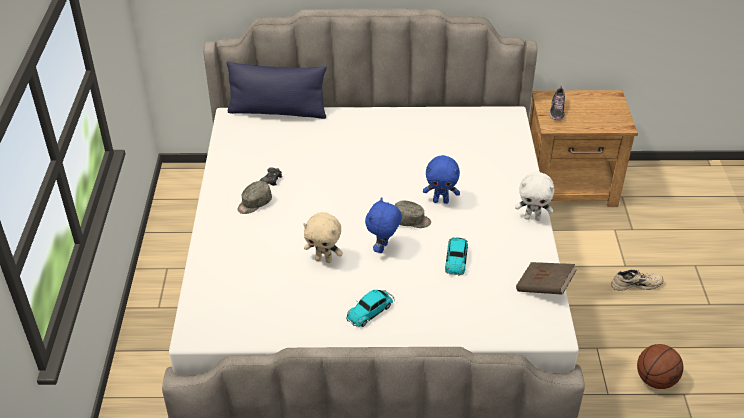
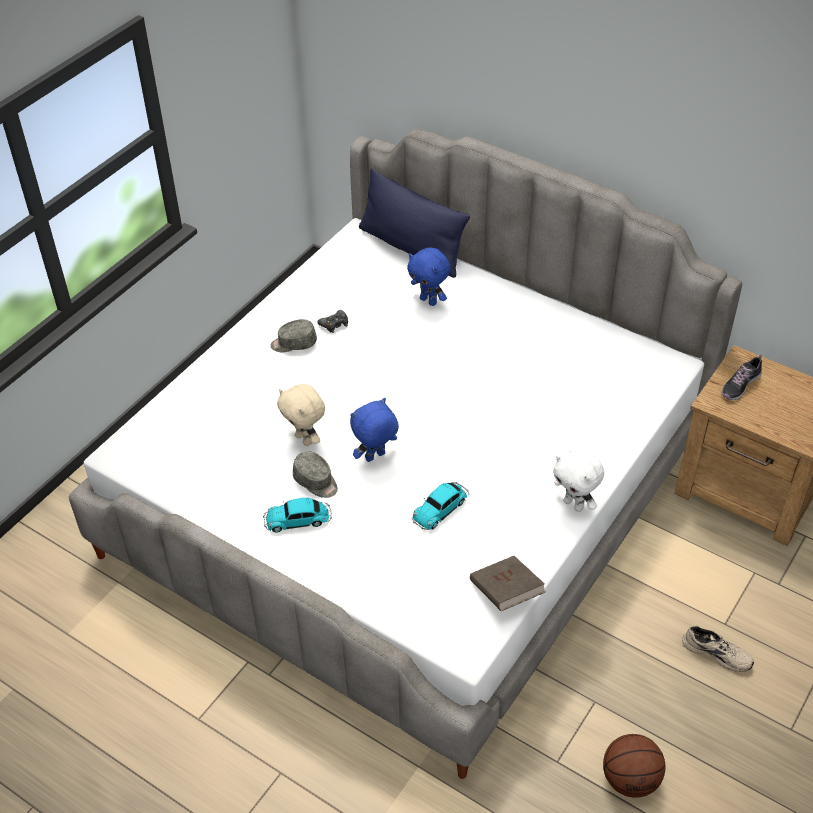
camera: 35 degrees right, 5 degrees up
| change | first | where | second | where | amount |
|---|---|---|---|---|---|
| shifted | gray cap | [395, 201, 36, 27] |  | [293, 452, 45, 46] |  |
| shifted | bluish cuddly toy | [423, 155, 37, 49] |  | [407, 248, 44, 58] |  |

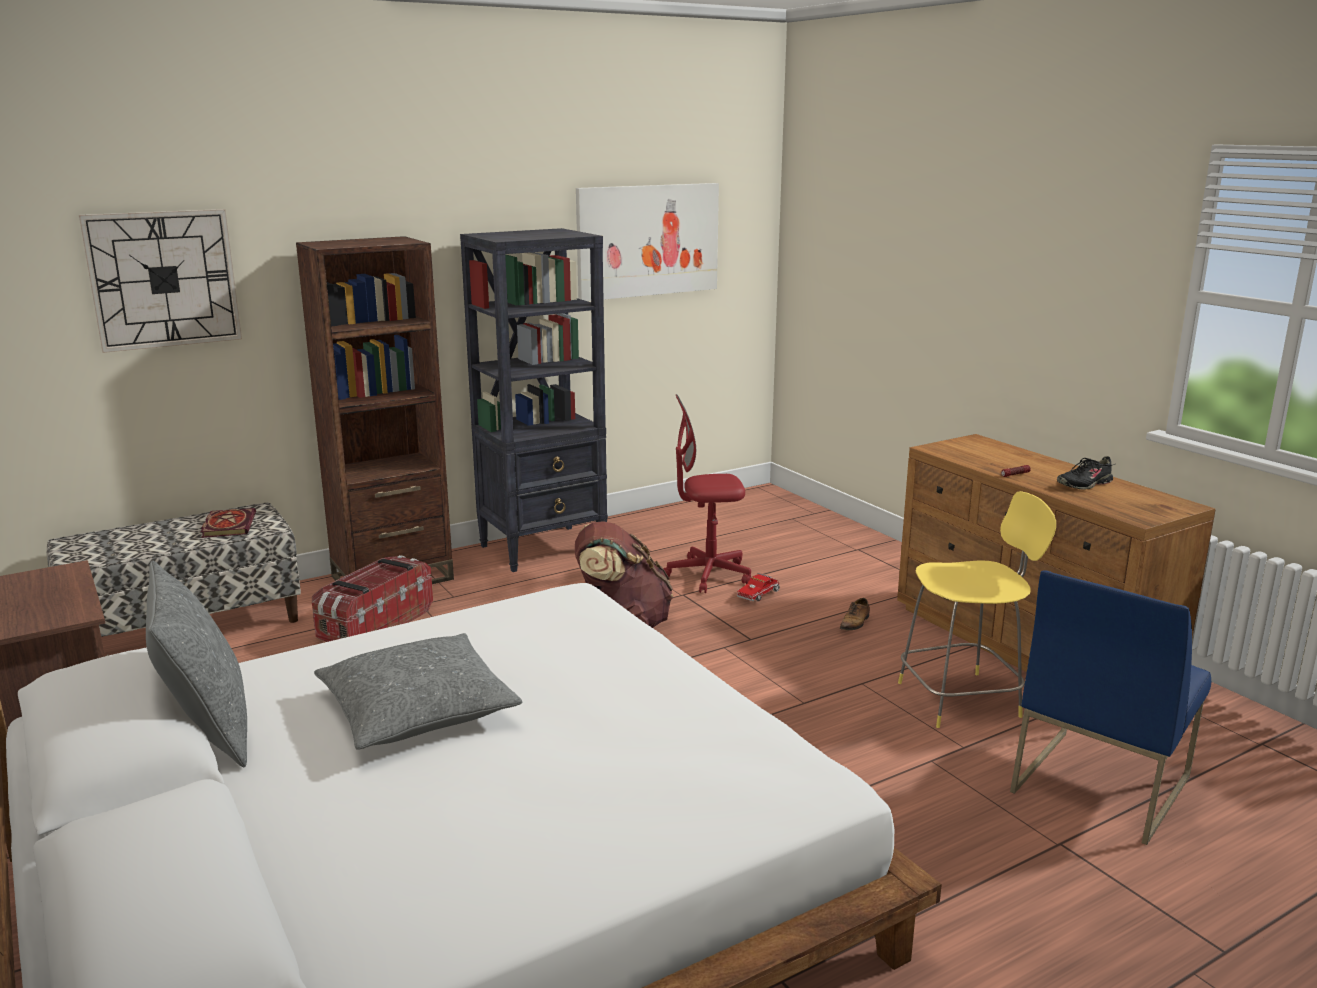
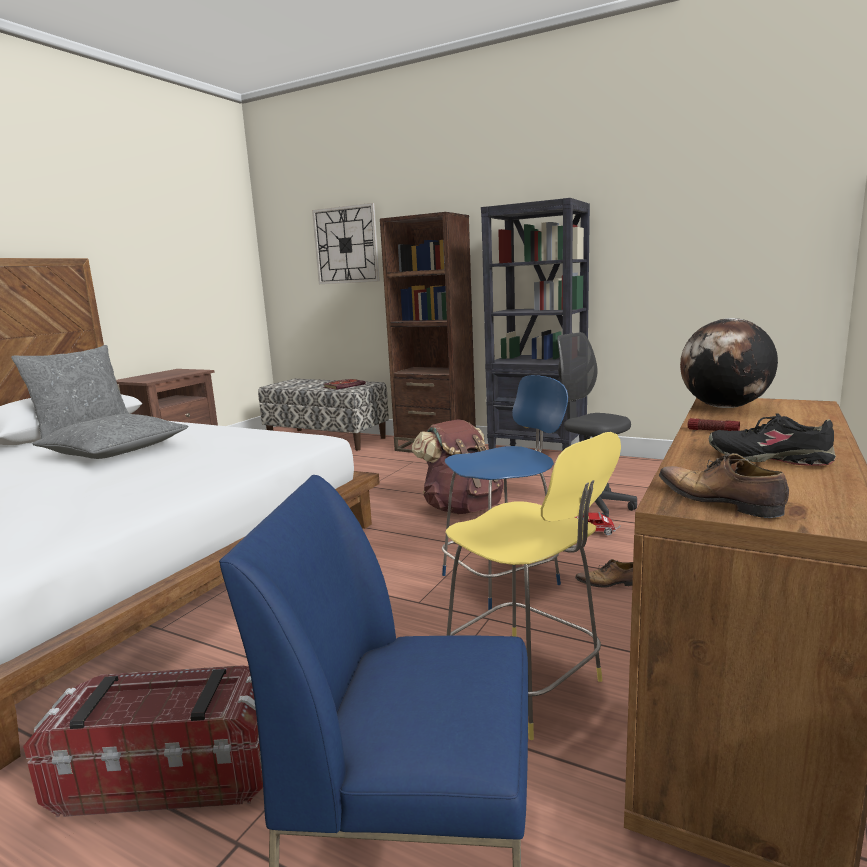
camera: 60 degrees right, 5 degrees down
| change | first | where | second | where | amount |
|---|---|---|---|---|---|
| shifted | storage box | [312, 555, 121, 87] |  | [23, 665, 240, 152] |  |
| gone | wall picture | [576, 183, 143, 118] |  |  |  |
| repainted | reddish office chair | [664, 394, 87, 199] | gray office chair | [557, 332, 80, 185] |  |
| new |  |  | bluish stool | [442, 375, 126, 235] |  |
| new |  |  | low shoe | [659, 453, 130, 65] |  |
| new |  |  | world globe | [680, 318, 98, 90] |  |

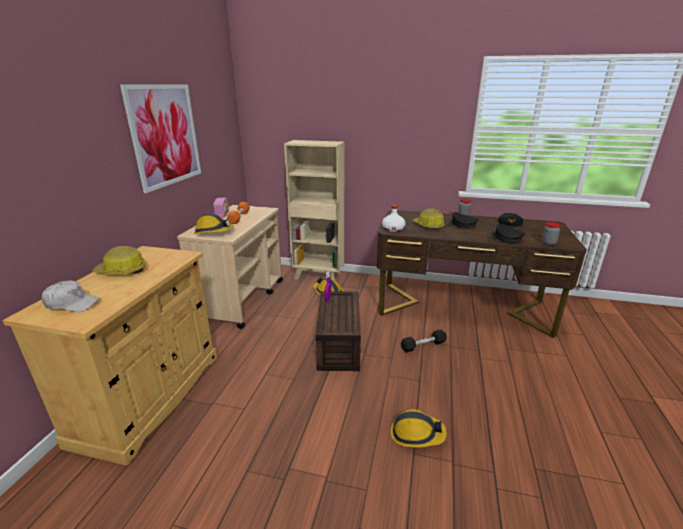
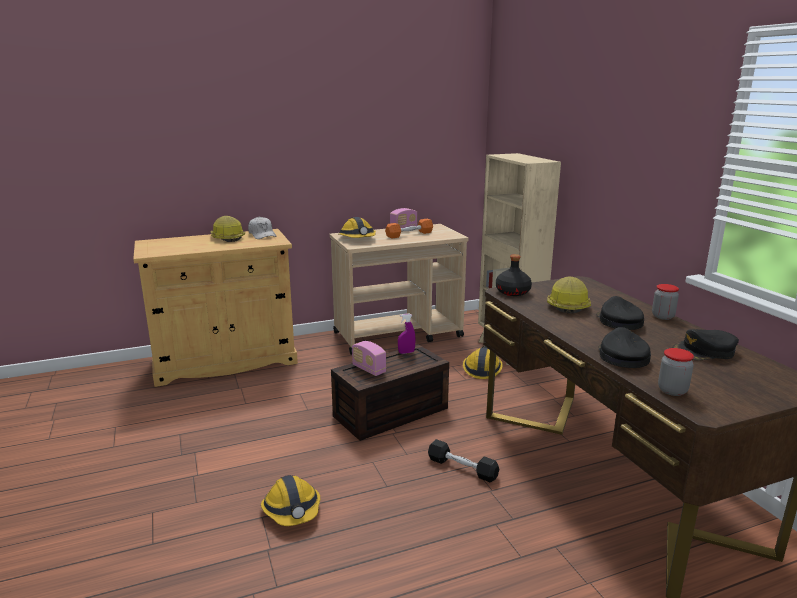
camera: 55 degrees right, 5 degrees down
| change | first | where | second | where | amount |
|---|---|---|---|---|---|
| shifted | whitish cap | [42, 281, 59, 31] |  | [248, 216, 29, 23] |  |
| gone | wall picture | [120, 84, 81, 109] |  |  |  |
| repainted | whitish beverage bottle | [382, 204, 24, 28] | black-coloured beverage bottle | [496, 254, 36, 42] |  |
| new |  |  | radio | [352, 341, 34, 35] |  |

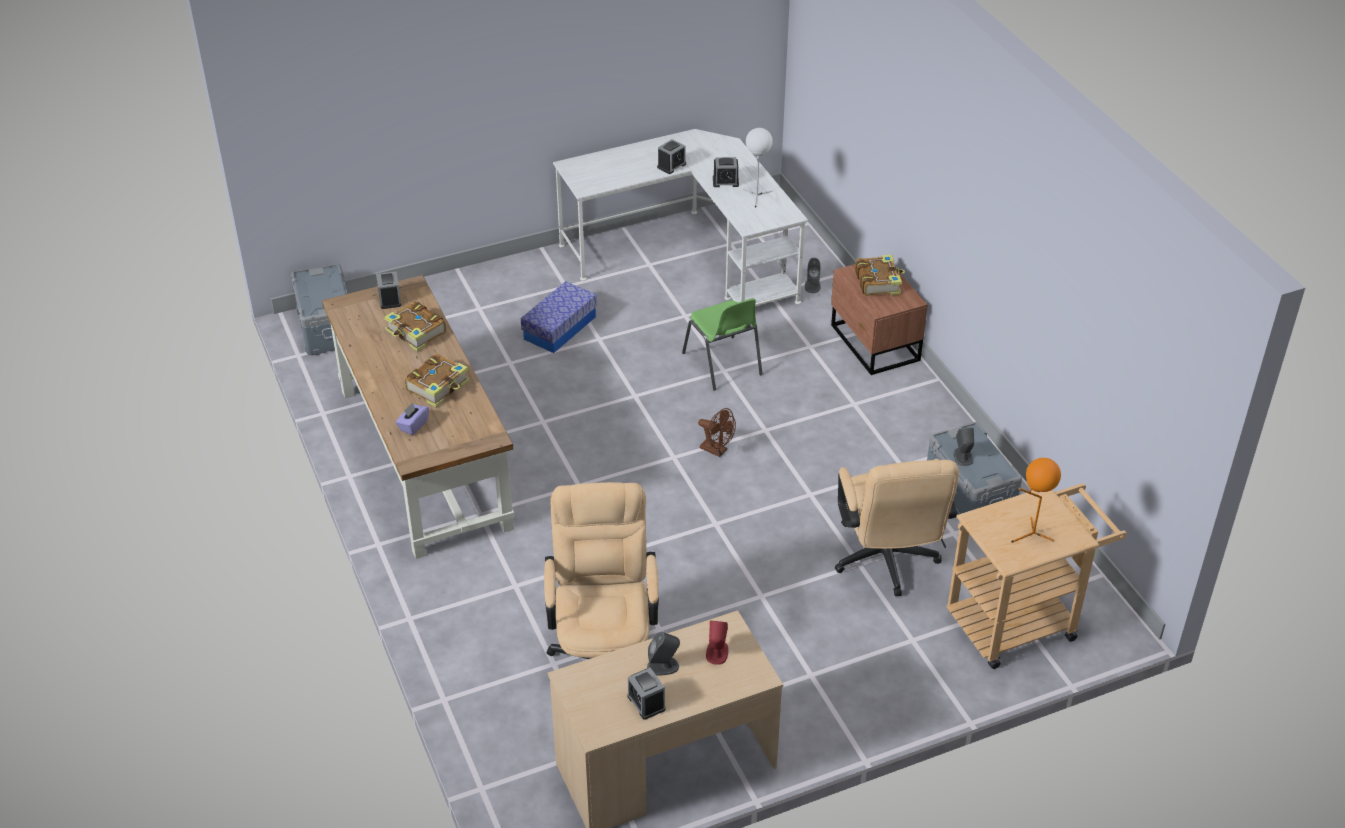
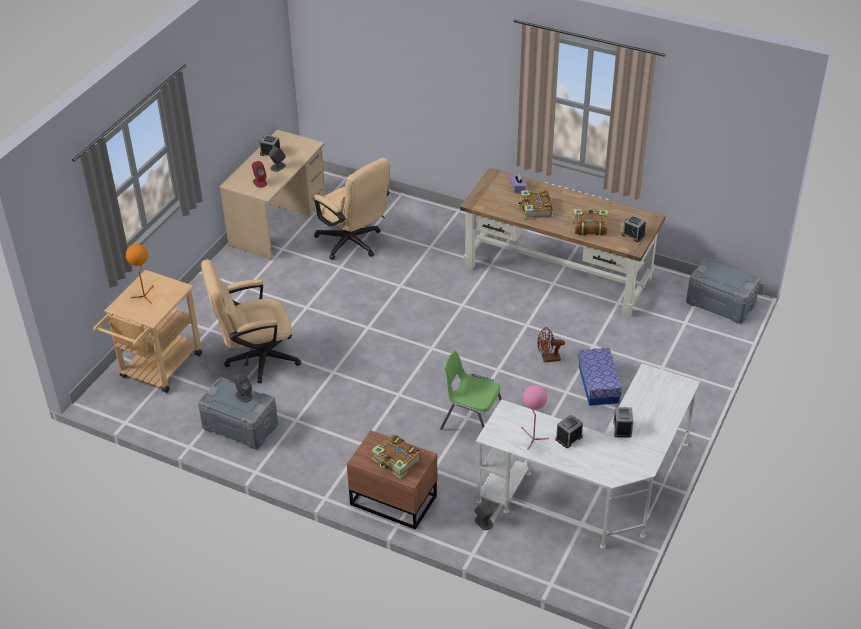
camera: 140 degrees right, 0 degrees up
| change | first | where | second | where | amount |
|---|---|---|---|---|---|
| shifted | brown-coloured cooling fan | [698, 408, 38, 49] |  | [537, 327, 28, 36] |  |
| repainted | whitish table lamp | [743, 128, 30, 80] | pinkish table lamp | [522, 385, 27, 65] |  |
| rotated | sand-coloured office chair | [835, 459, 124, 137] |  | [201, 259, 101, 124] | 60 degrees counterclockwise |

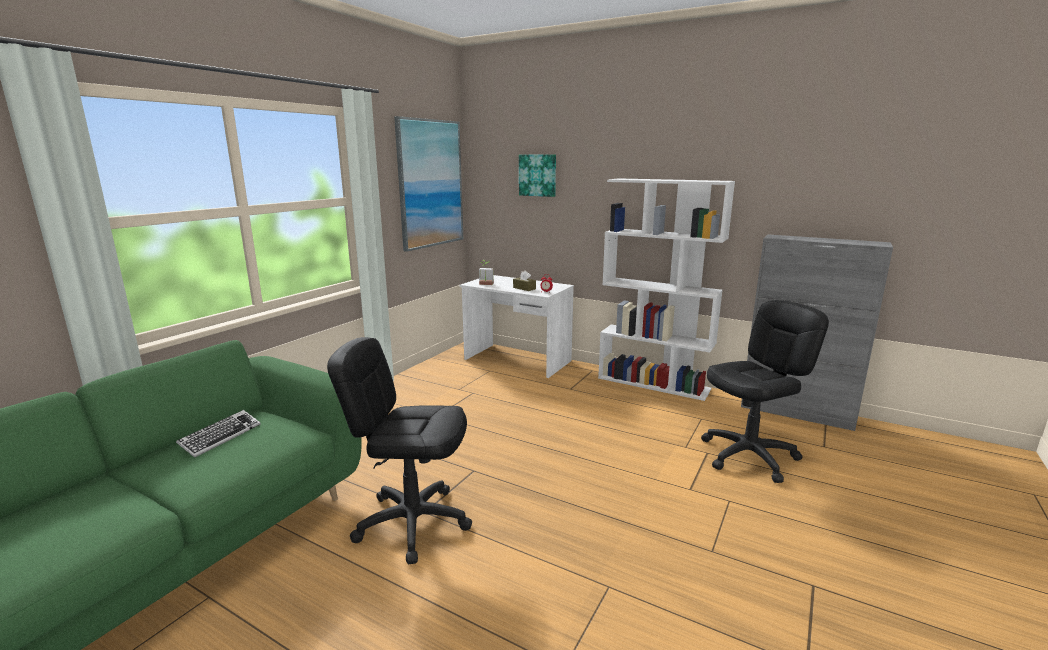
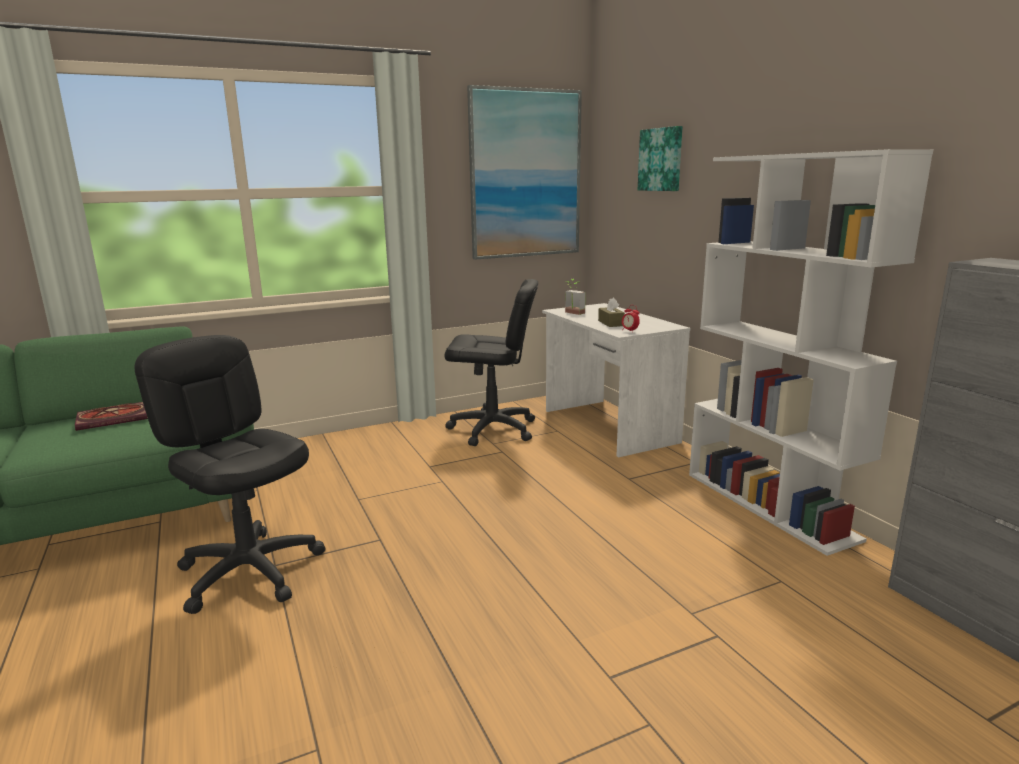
camera: 35 degrees right, 0 degrees up
| change | first | where | second | where | amount |
|---|---|---|---|---|---|
| swapped | computer keyboard | [176, 410, 85, 48] | book | [75, 402, 73, 29] |  |
| shifted | black-coloured office chair | [701, 300, 128, 183] |  | [445, 279, 93, 167] |  |

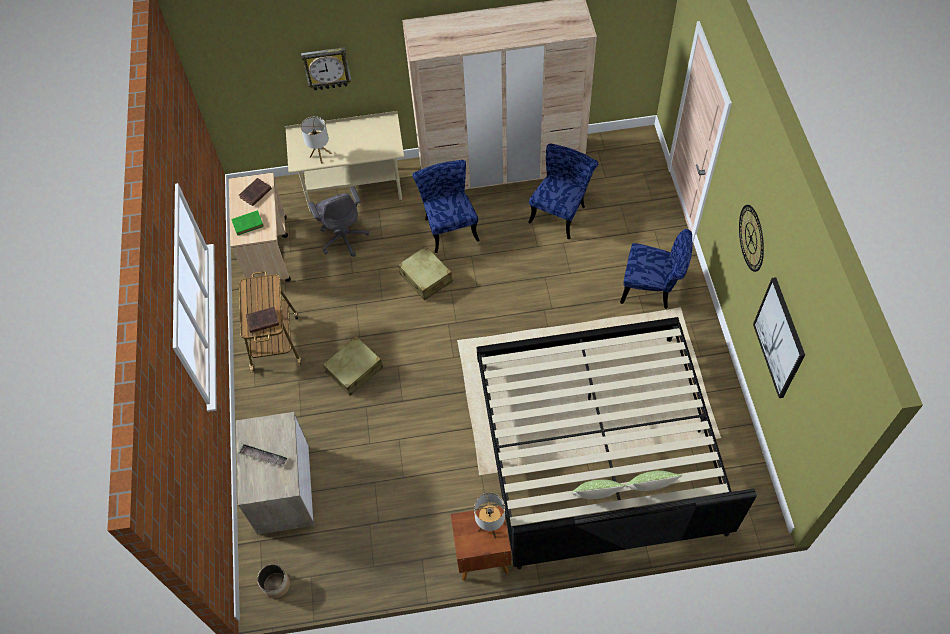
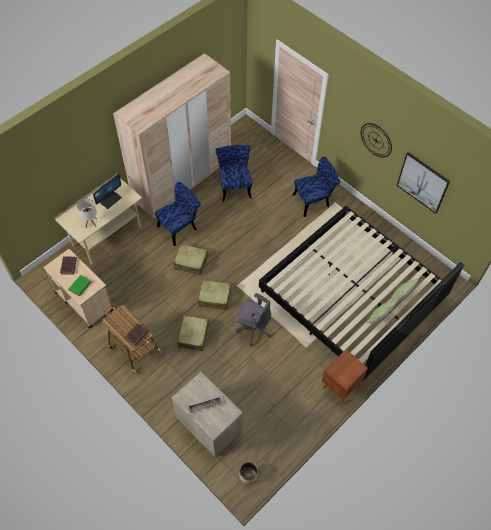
camera: 40 degrees left, 0 degrees up
| change | first | where | second | where | amount |
|---|---|---|---|---|---|
| gone | wall clock | [301, 47, 50, 43] |  |  |  |
| shifted | gray office chair | [308, 186, 61, 71] |  | [235, 293, 36, 53] |  |
| rotated | bluish plain chair | [412, 160, 68, 93] |  | [155, 182, 46, 64] | 105 degrees clockwise |
| gone | table lamp | [474, 493, 31, 46] |  |  |  |
| new |  |  | computer screen | [93, 174, 29, 35] |  |
| new |  |  | sand-coloured suitcase | [198, 280, 33, 30] |  |

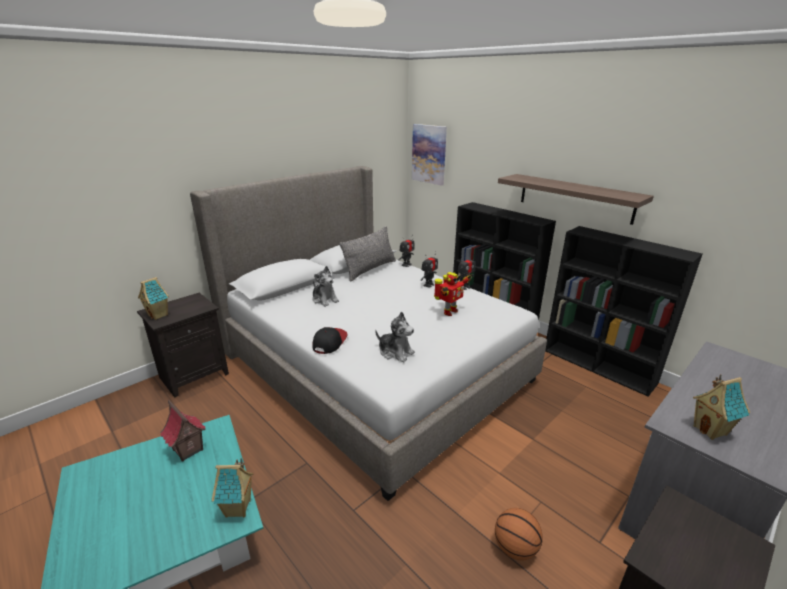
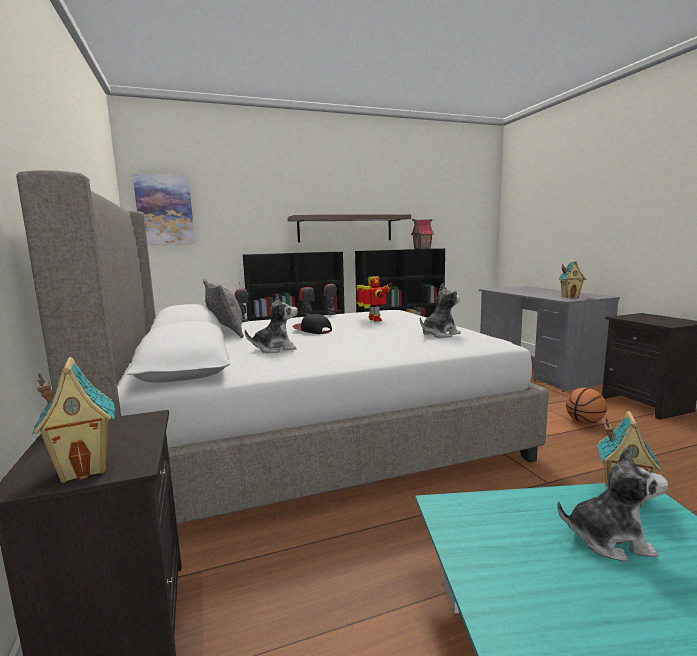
camera: 65 degrees left, 15 degrees down
| change | first | where | second | where | amount |
|---|---|---|---|---|---|
| shifted | model house | [160, 400, 46, 62] |  | [411, 219, 23, 30] |  |
| shifted | cap | [312, 327, 35, 27] |  | [293, 314, 39, 20] |  |
| new |  |  | cuddly toy | [557, 447, 111, 115] |  |

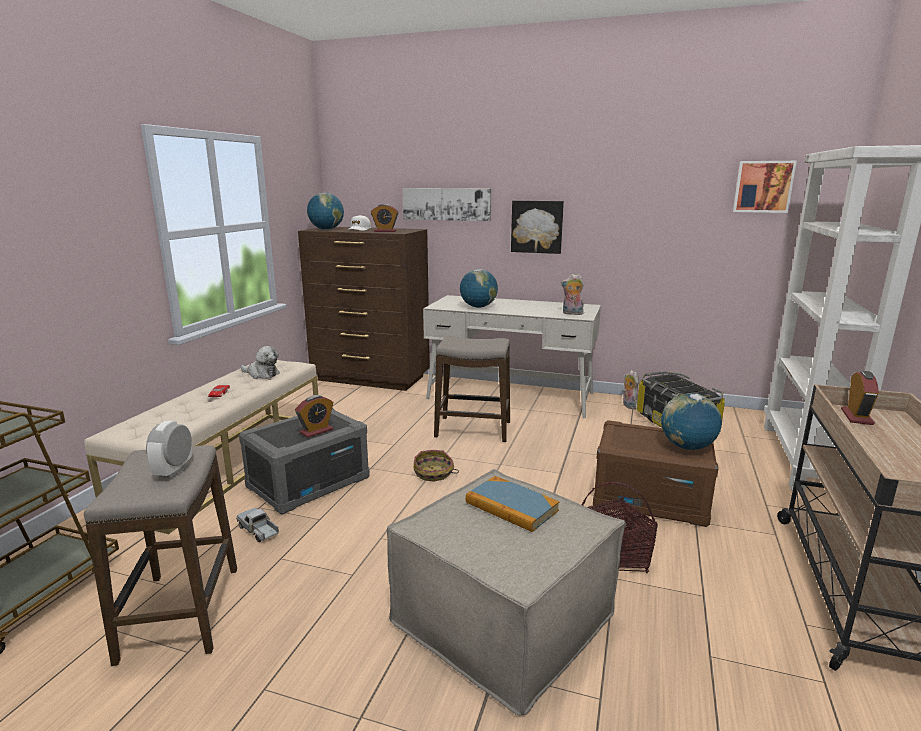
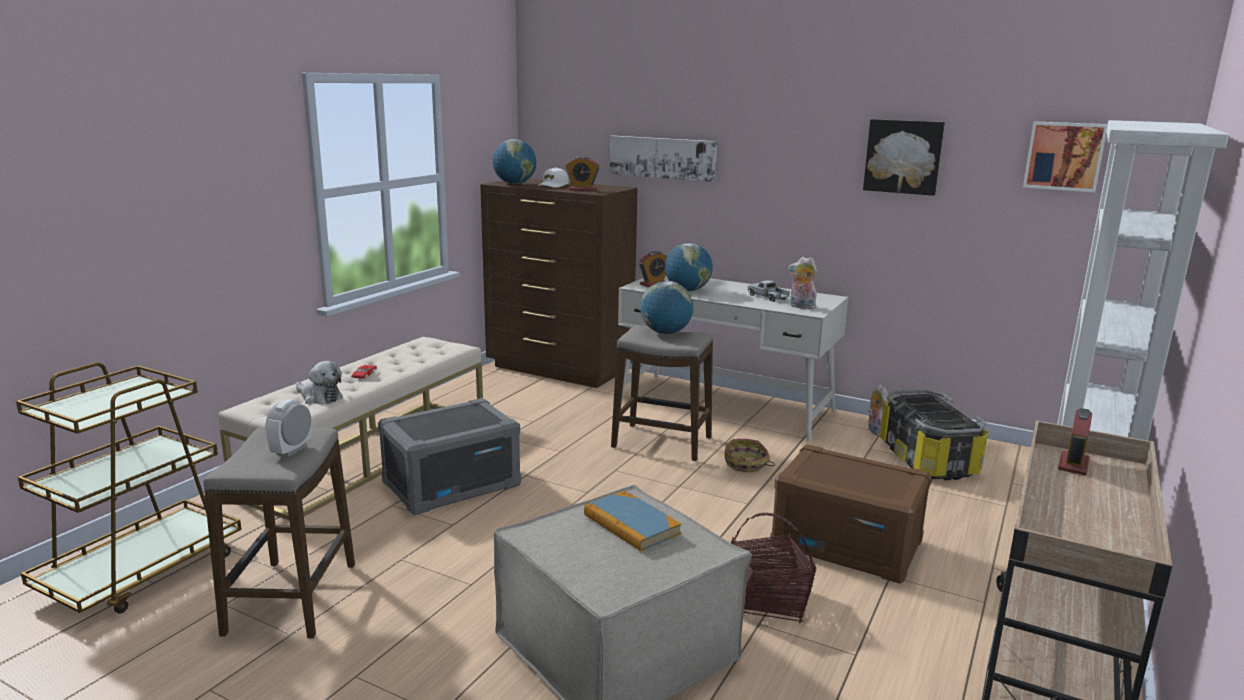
camera: 10 degrees right, 0 degrees up
| change | first | where | second | where | amount |
|---|---|---|---|---|---|
| shifted | toy truck | [236, 508, 43, 34] |  | [748, 280, 42, 22] |  |
| shifted | cuddly toy | [241, 346, 39, 33] |  | [296, 361, 47, 43] |  |
| shifted | bedside clock | [295, 395, 38, 43] |  | [639, 251, 28, 36] |  |
| shifted | basket | [414, 450, 45, 32] |  | [724, 439, 51, 33] |  |
| shifted | wall picture | [511, 200, 53, 54] |  | [863, 119, 82, 77] |  |
| shifted | world globe | [661, 393, 61, 57] |  | [640, 281, 54, 53] |  |

